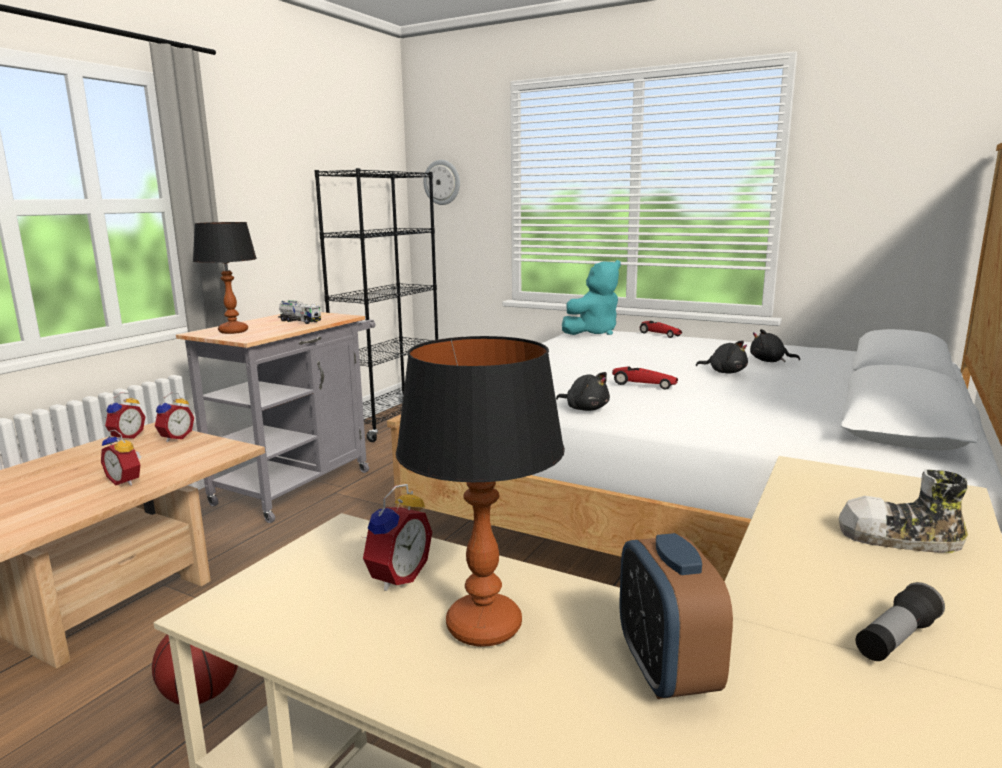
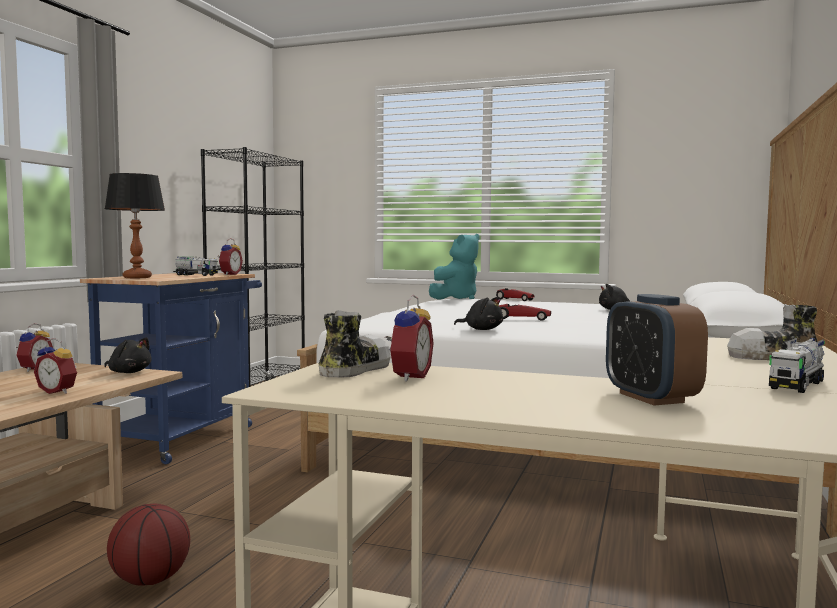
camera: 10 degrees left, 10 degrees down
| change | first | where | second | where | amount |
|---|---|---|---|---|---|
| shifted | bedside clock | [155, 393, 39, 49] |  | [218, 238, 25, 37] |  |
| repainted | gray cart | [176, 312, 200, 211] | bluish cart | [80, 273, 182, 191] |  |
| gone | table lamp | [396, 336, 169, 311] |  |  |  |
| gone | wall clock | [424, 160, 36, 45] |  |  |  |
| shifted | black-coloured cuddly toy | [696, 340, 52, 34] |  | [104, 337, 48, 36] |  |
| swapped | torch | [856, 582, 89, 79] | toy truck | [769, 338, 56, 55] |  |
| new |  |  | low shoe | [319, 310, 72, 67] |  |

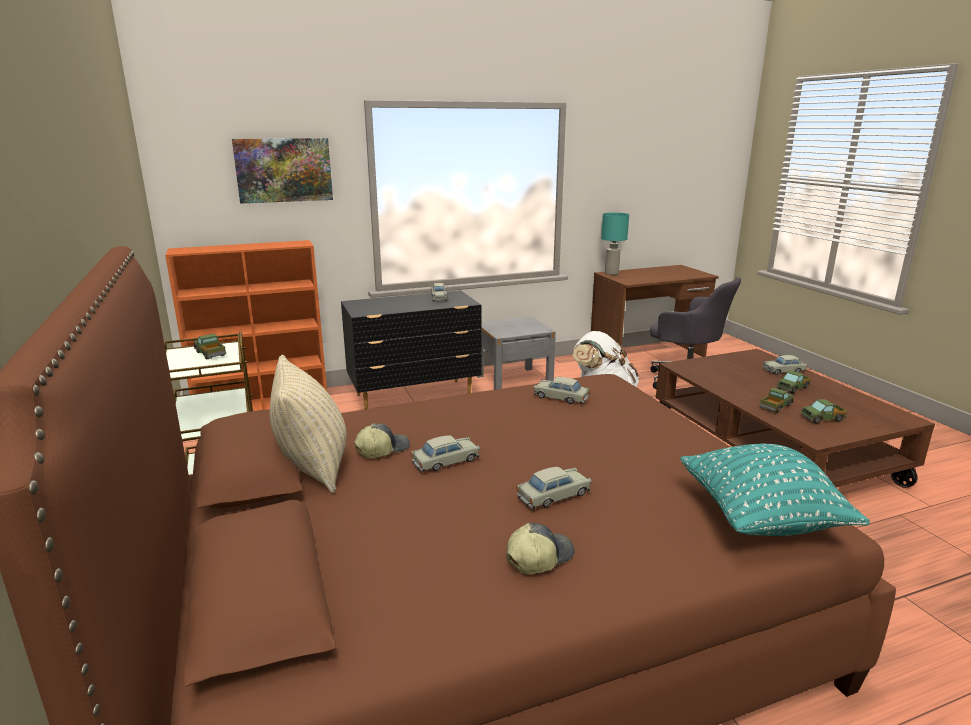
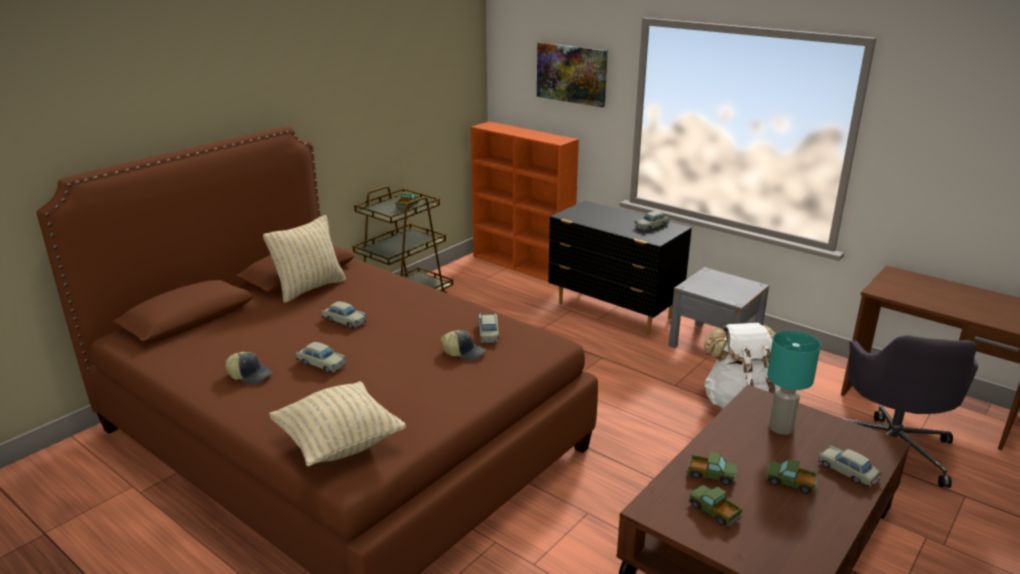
camera: 60 degrees right, 5 degrees up
| change | first | where | second | where | amount |
|---|---|---|---|---|---|
| shifted | cap | [354, 423, 56, 35] |  | [441, 330, 45, 31] |  |
| shifted | turquoise-coloured table lamp | [601, 213, 28, 62] |  | [767, 331, 54, 104] |  |
| repainted | turquoise-coloured pillow | [680, 444, 190, 92] | sand-coloured pillow | [269, 381, 137, 86] |  |

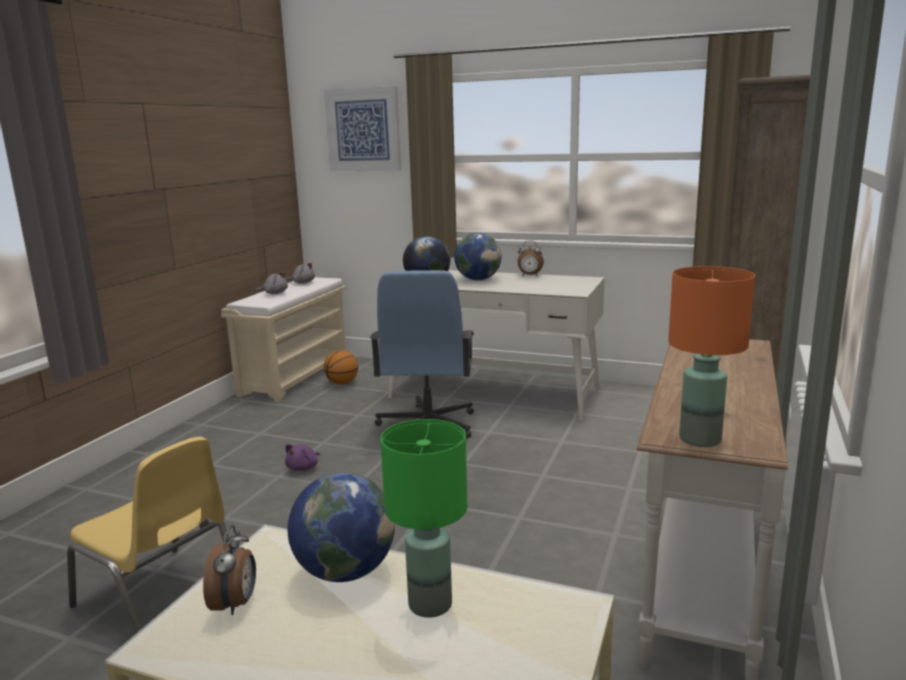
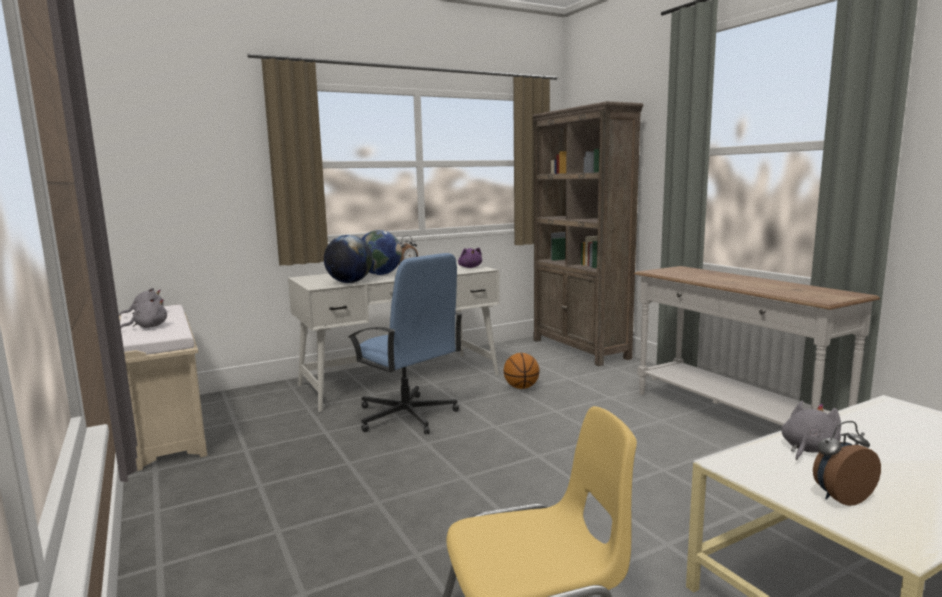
camera: 50 degrees left, 5 degrees down
| change | first | where | second | where | amount |
|---|---|---|---|---|---|
| rotated | bedside clock | [203, 525, 53, 90] |  | [813, 421, 68, 85] | 60 degrees counterclockwise |
| shifted | purple-coloured cuddly toy | [285, 444, 35, 27] |  | [458, 247, 24, 21] |  |
| swapped | world globe | [288, 472, 107, 110] | gray cuddly toy | [782, 401, 59, 59] |  |
| gone | wall picture | [324, 86, 77, 85] |  |  |  |
| shifted | ball for basketball | [324, 350, 34, 35] |  | [504, 353, 36, 36] |  |
| gone | greenish table lamp | [380, 419, 87, 199] |  |  |  |
| gone | orange-coloured table lamp | [668, 266, 87, 181] |  |  |  |

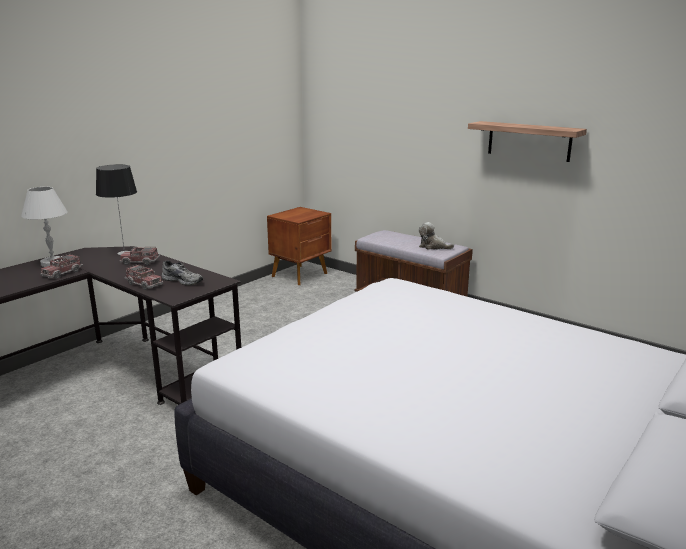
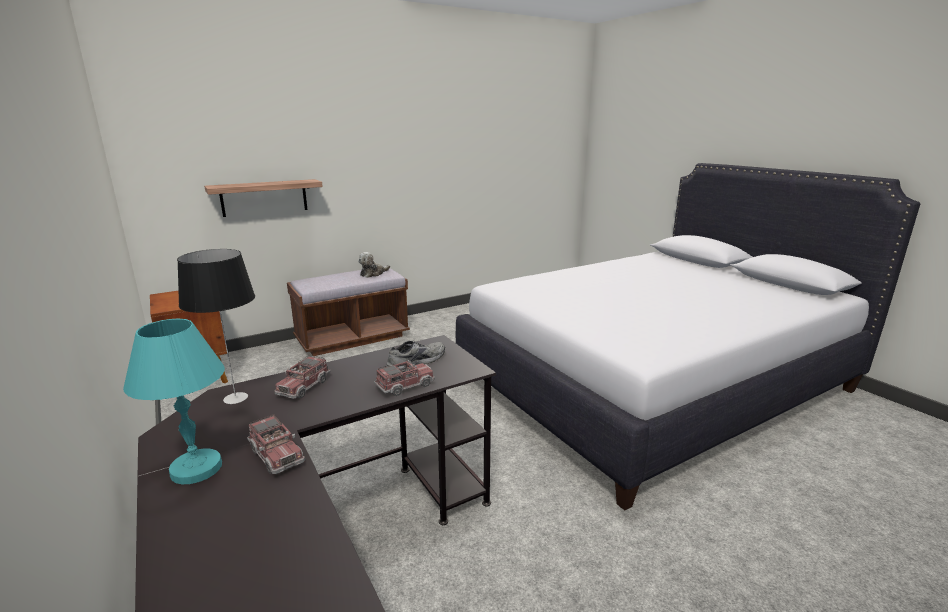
camera: 70 degrees left, 0 degrees up
| change | first | where | second | where | amount |
|---|---|---|---|---|---|
| repainted | whitish table lamp | [21, 187, 47, 80] | turquoise-coloured table lamp | [123, 319, 102, 165] |  |
| shifted | wall shelf | [468, 121, 119, 41] |  | [204, 179, 119, 38] |  |

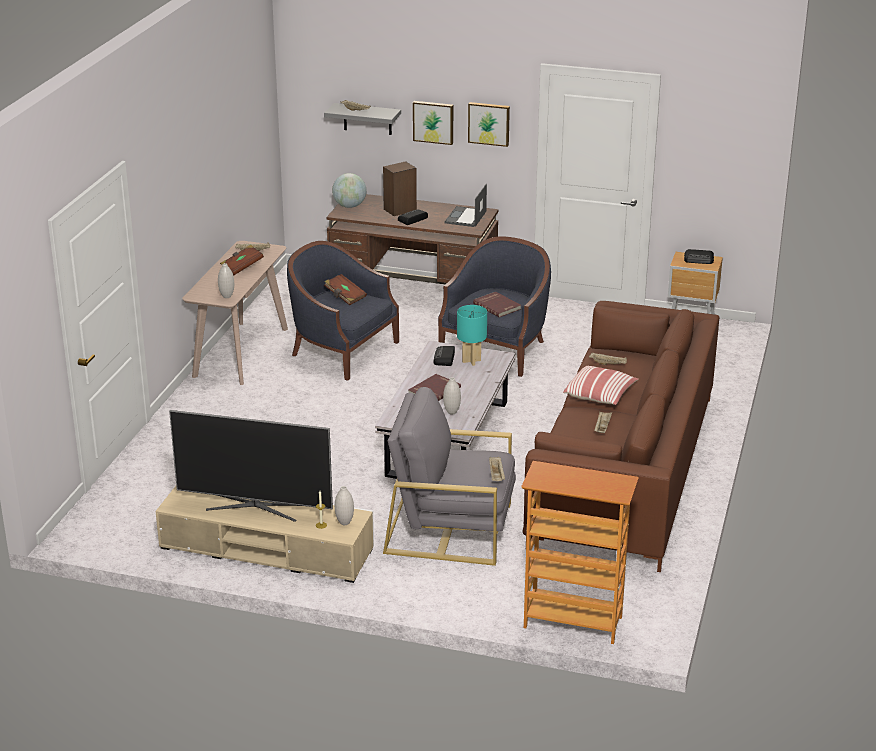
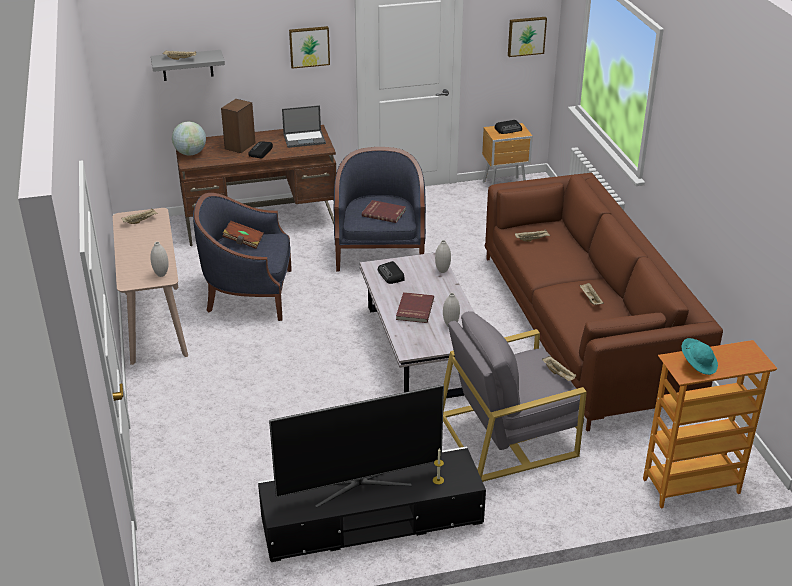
camera: 30 degrees left, 5 degrees up
| change | first | where | second | where | amount |
|---|---|---|---|---|---|
| repainted | sand-coloured media console | [156, 486, 218, 97] | black-coloured media console | [258, 447, 228, 115] |  |
| gone | brown-coloured book | [220, 245, 44, 31] |  |  |  |
| shifted | whitish vase | [335, 486, 19, 39] |  | [435, 240, 16, 33] |  |
| shifted | wall picture | [413, 101, 40, 44] |  | [508, 17, 39, 40] |  |
| rotated | laptop | [445, 184, 42, 43] |  | [282, 105, 44, 43] | 90 degrees counterclockwise |
| gone | turquoise-coloured table lamp | [457, 305, 30, 61] |  |  |  |
| gone | pillow | [563, 366, 76, 39] |  |  |  |
| new |  |  | turquoise-coloured wearable hat | [681, 338, 37, 37] |  |

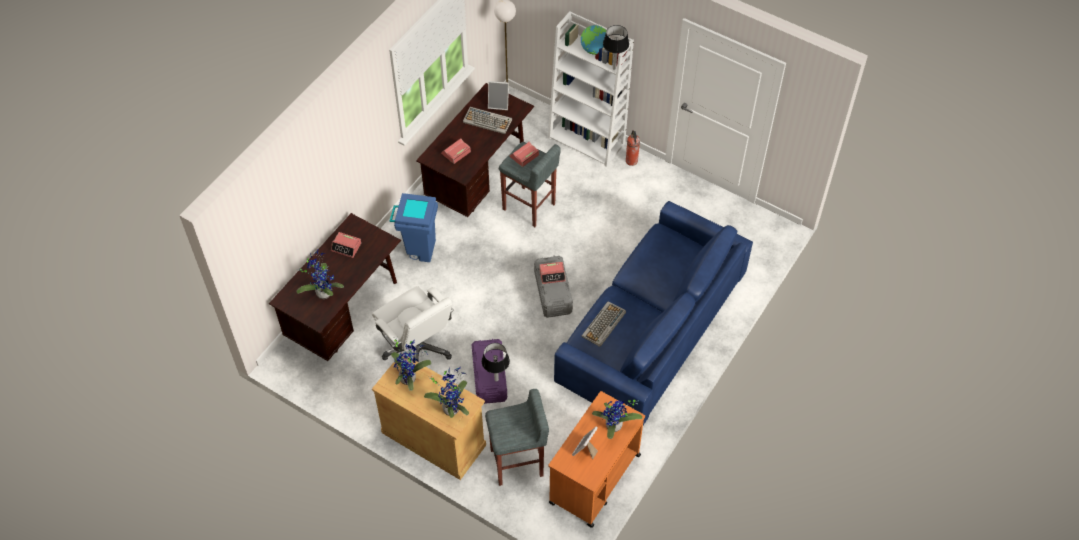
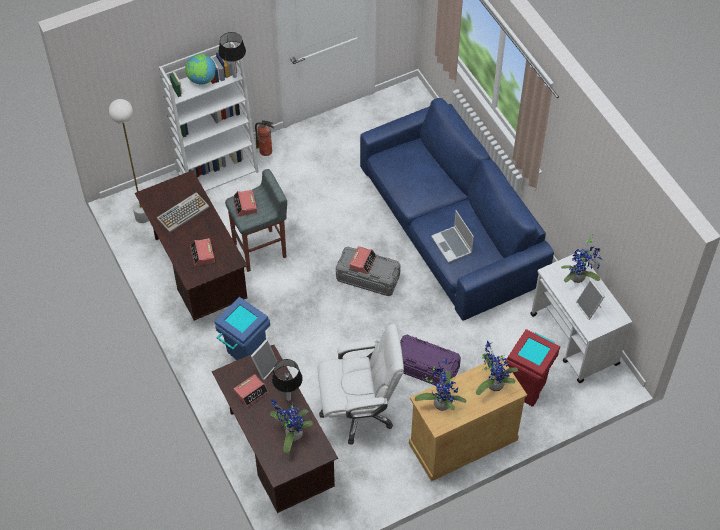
camera: 60 degrees left, 0 degrees up
| change | first | where | second | where | amount |
|---|---|---|---|---|---|
| shifted | table lamp | [482, 343, 28, 39] |  | [272, 359, 31, 42] |  |
| swapped | gray stool | [485, 389, 64, 97] | reddish rubbish bin | [506, 329, 54, 77] |  |
| shifted | photo frame | [488, 81, 21, 29] |  | [251, 340, 27, 40] |  |
| repainted | orange-coloured cart | [549, 391, 96, 137] | whitish cart | [530, 252, 102, 131] |  |
| swapped | computer keyboard | [581, 302, 45, 45] | laptop | [431, 211, 43, 52] |  |

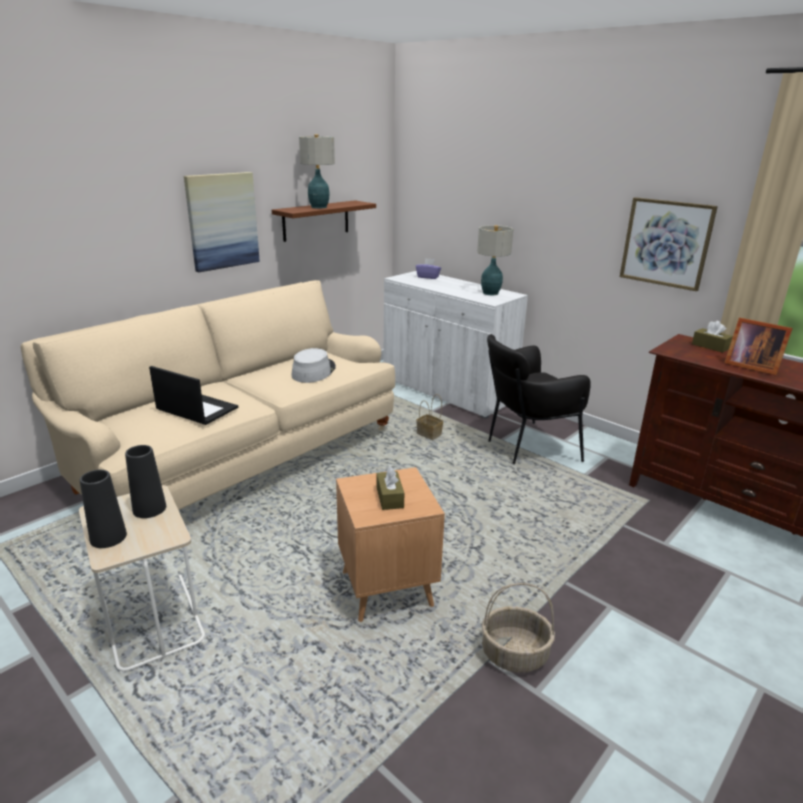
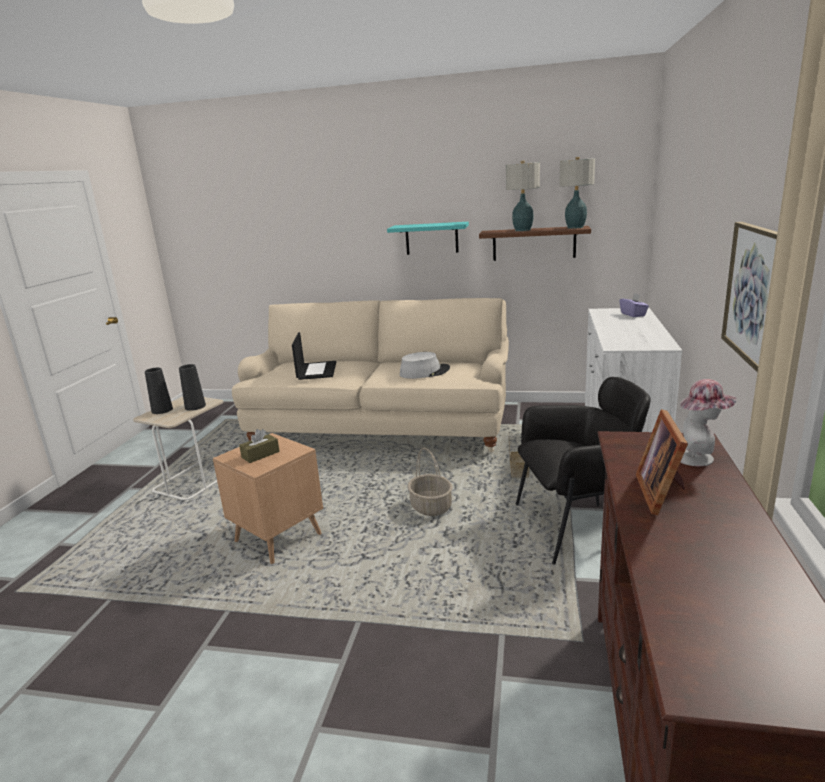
camera: 60 degrees right, 5 degrees down
| change | first | where | second | where | amount |
|---|---|---|---|---|---|
| swapped | wall picture | [184, 172, 76, 100] | turquoise-coloured wall shelf | [387, 222, 82, 33] |  |
| shifted | table lamp | [477, 225, 36, 70] |  | [559, 157, 36, 72] |  |
| shifted | basket | [482, 583, 73, 90] |  | [408, 448, 45, 68] |  |
| rotated | black-coloured lounge chair | [487, 334, 104, 130] |  | [516, 377, 135, 188] | 135 degrees clockwise |
| swapped | brown-coloured tissue holder | [692, 321, 41, 32] | wearable hat | [680, 379, 57, 87] |  |

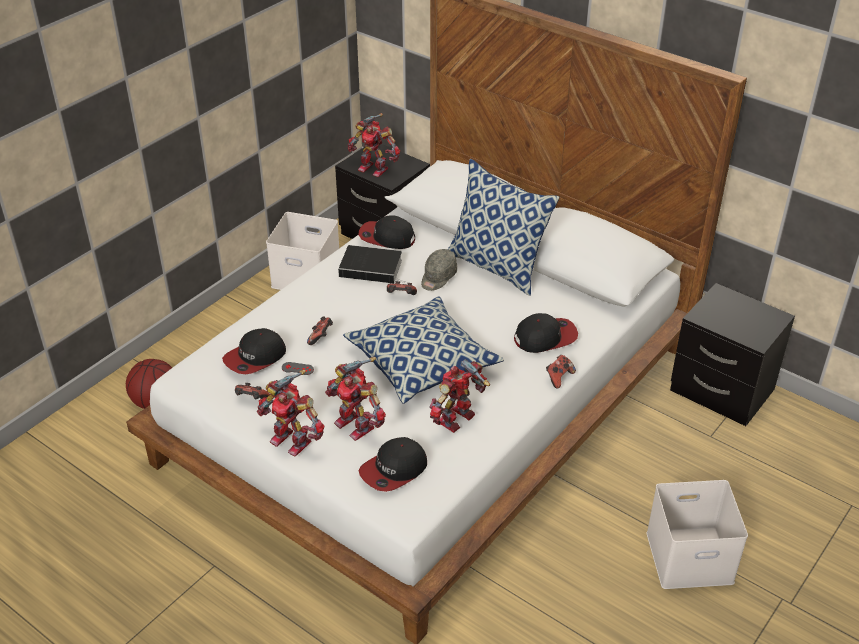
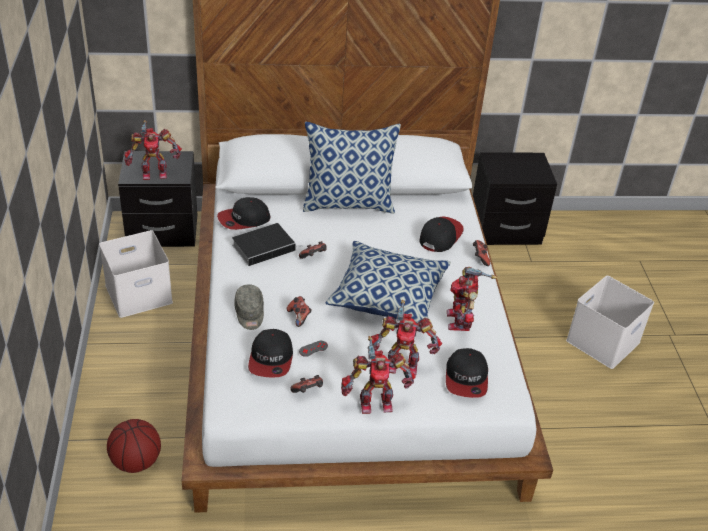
camera: 45 degrees left, 0 degrees up
| change | first | where | second | where | amount |
|---|---|---|---|---|---|
| shifted | gray cap | [421, 249, 36, 42] |  | [234, 284, 30, 46] |  |

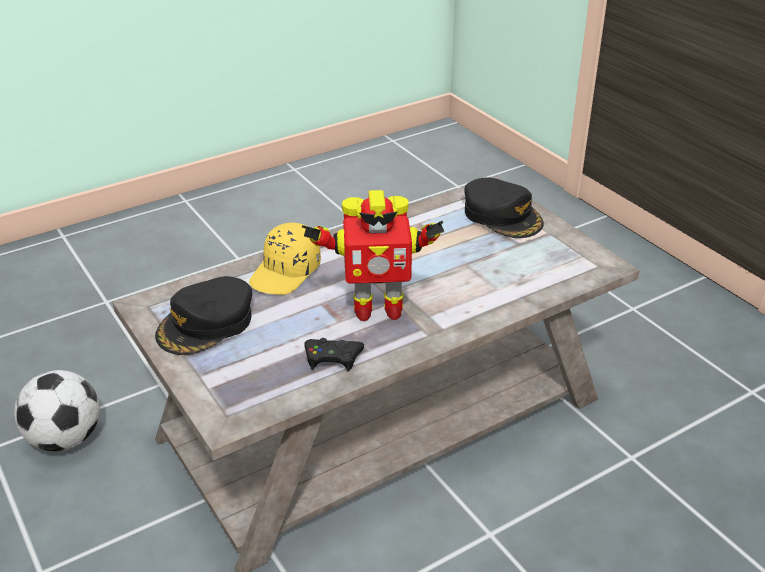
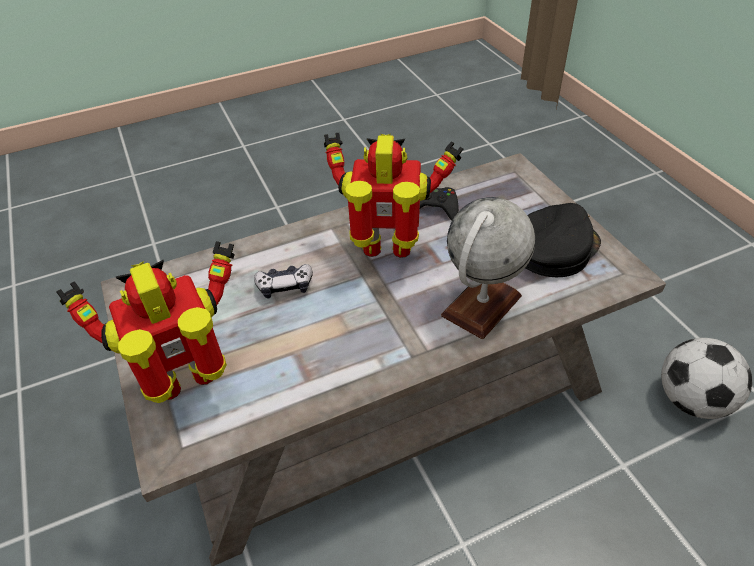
camera: 170 degrees left, 10 degrees up
| change | first | where | second | where | amount |
|---|---|---|---|---|---|
| swapped | yellow-coloured cap | [249, 223, 72, 72] | world globe | [441, 197, 94, 142] |  |
| swapped | black-coloured cap | [464, 178, 80, 60] | robot figure | [57, 241, 178, 162] |  |
| new |  |  | gamepad | [254, 264, 59, 34] |  |

